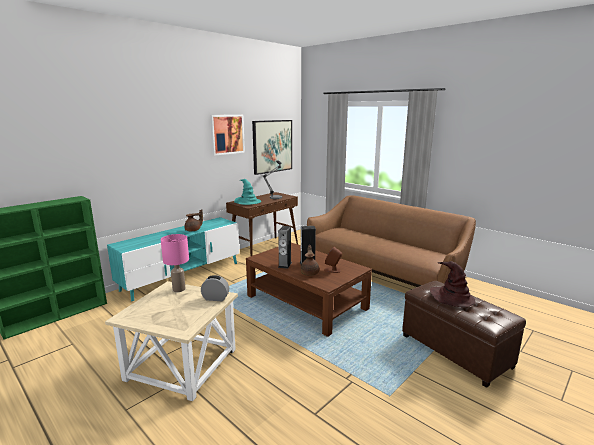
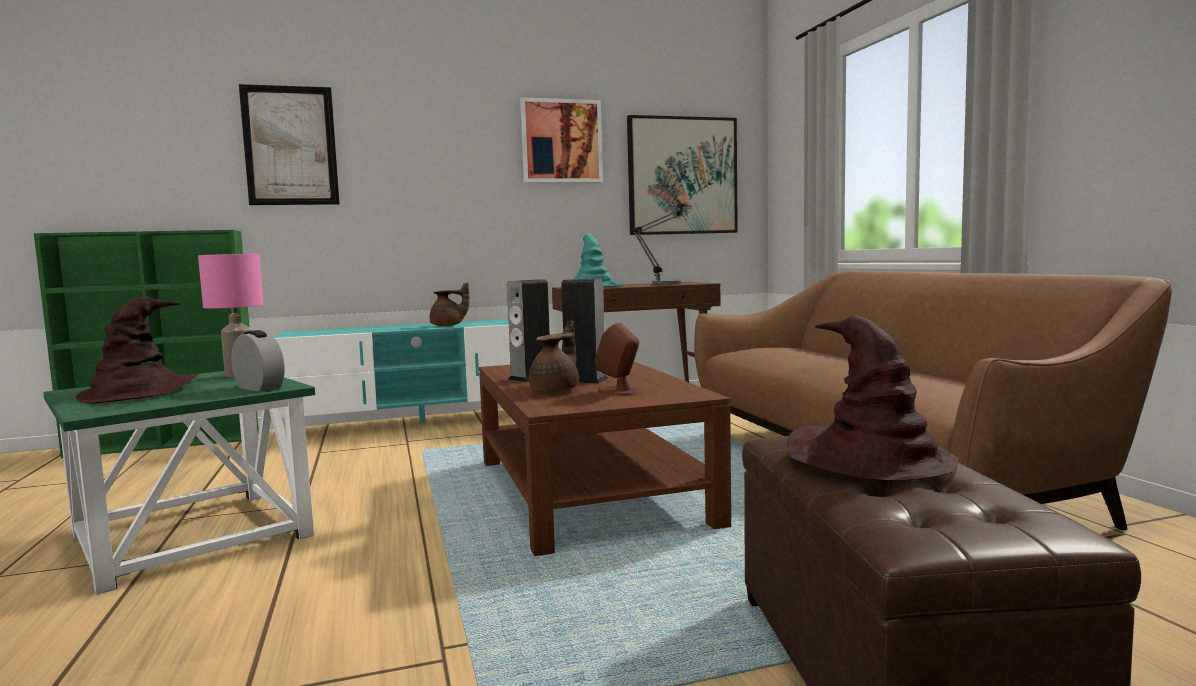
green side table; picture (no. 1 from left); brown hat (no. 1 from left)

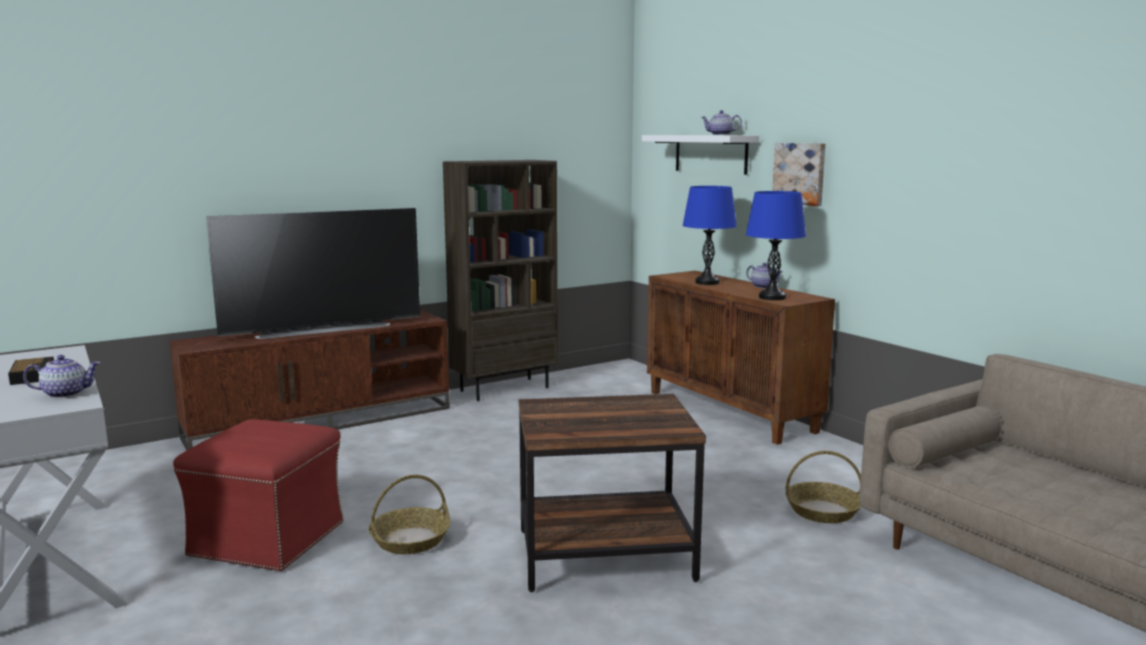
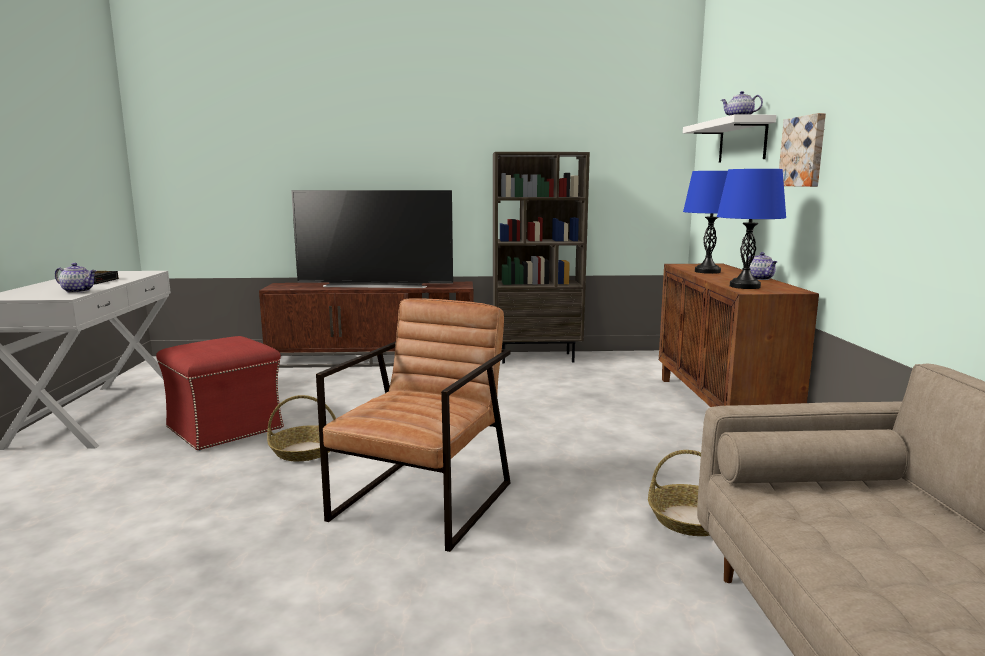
brown armchair

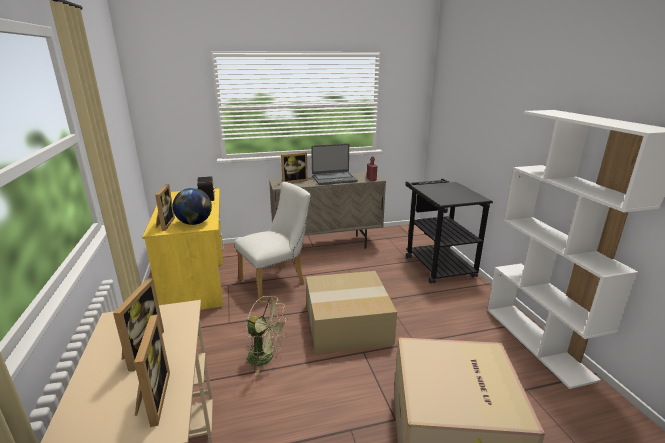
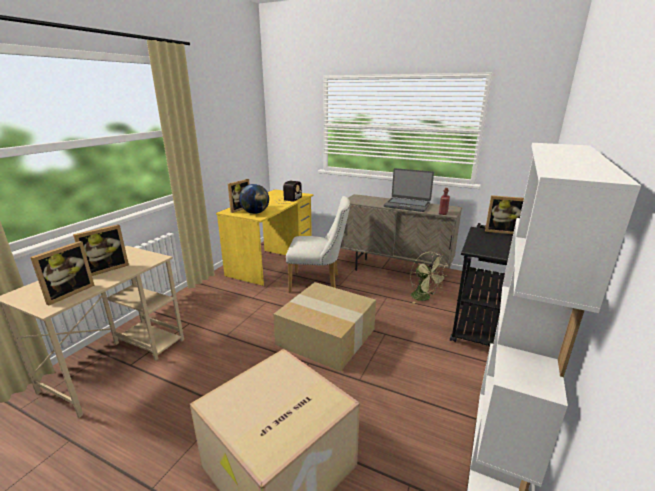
picture frame (no. 4 from left); green fan

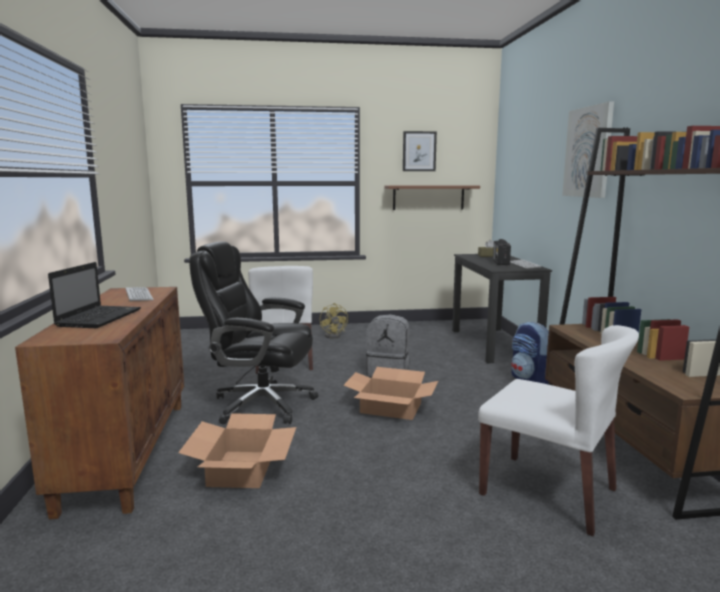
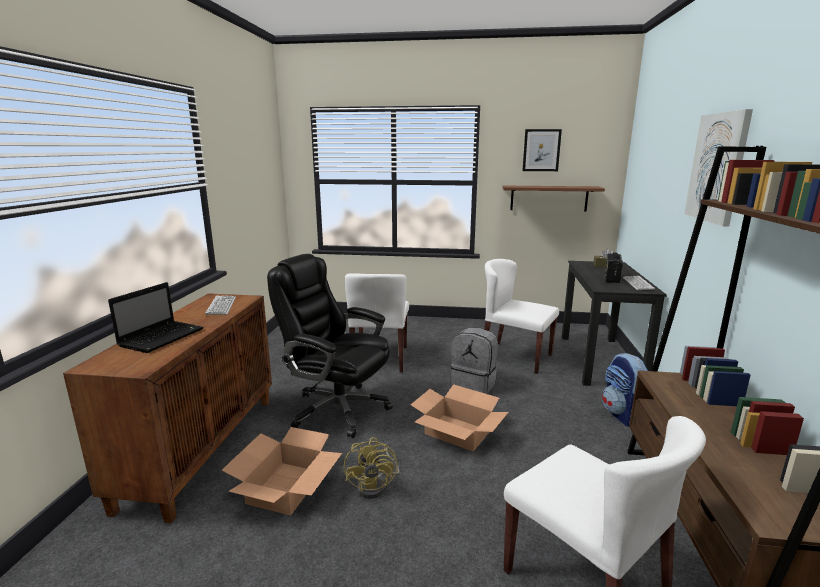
yellow fan; white chair (no. 2 from left)

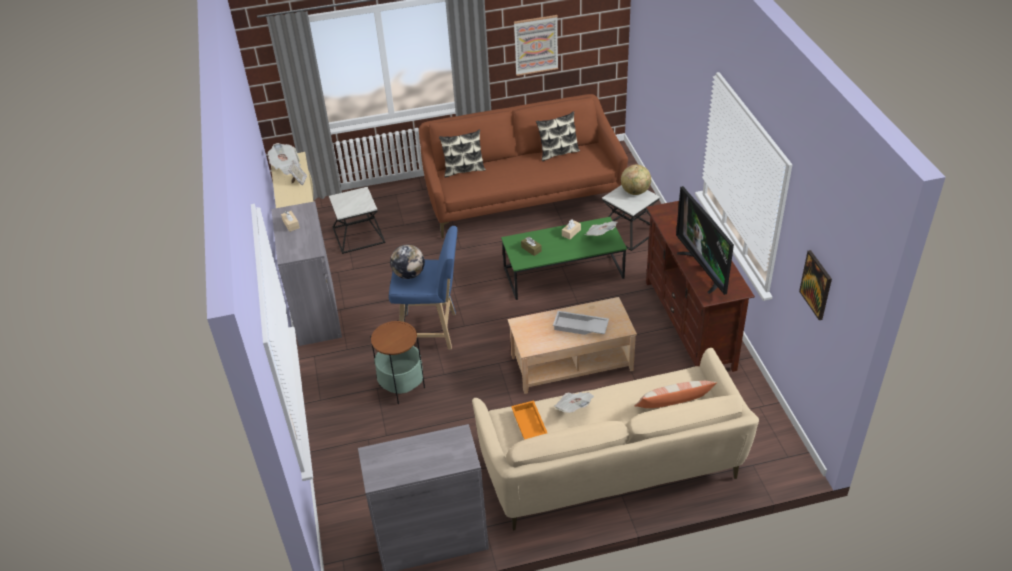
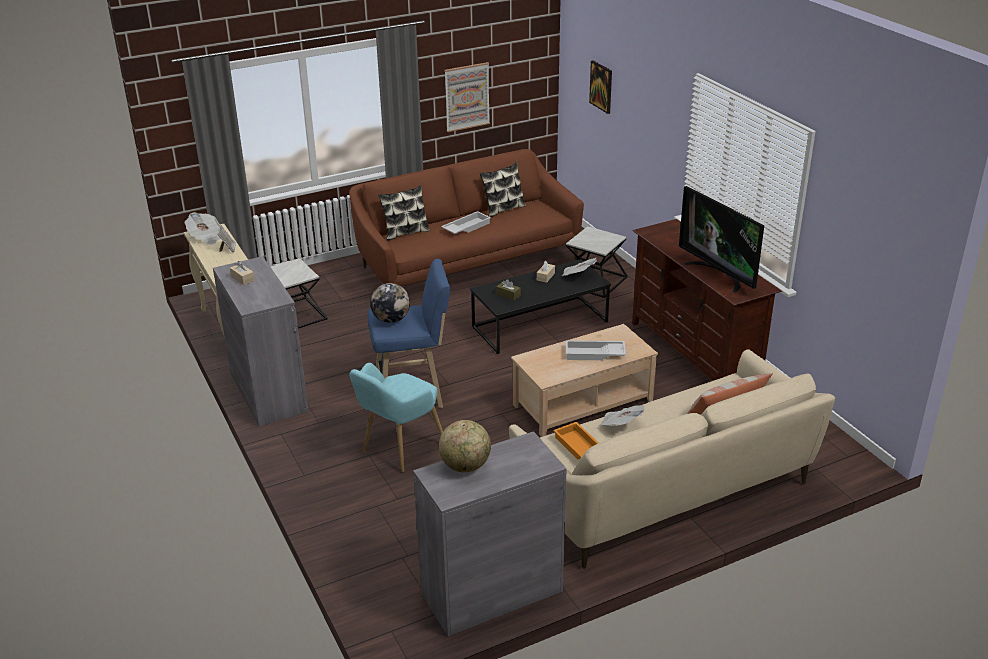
globe (no. 2 from left); black coffee table; picture (no. 2 from left); turquoise armchair; white tray (no. 1 from left)

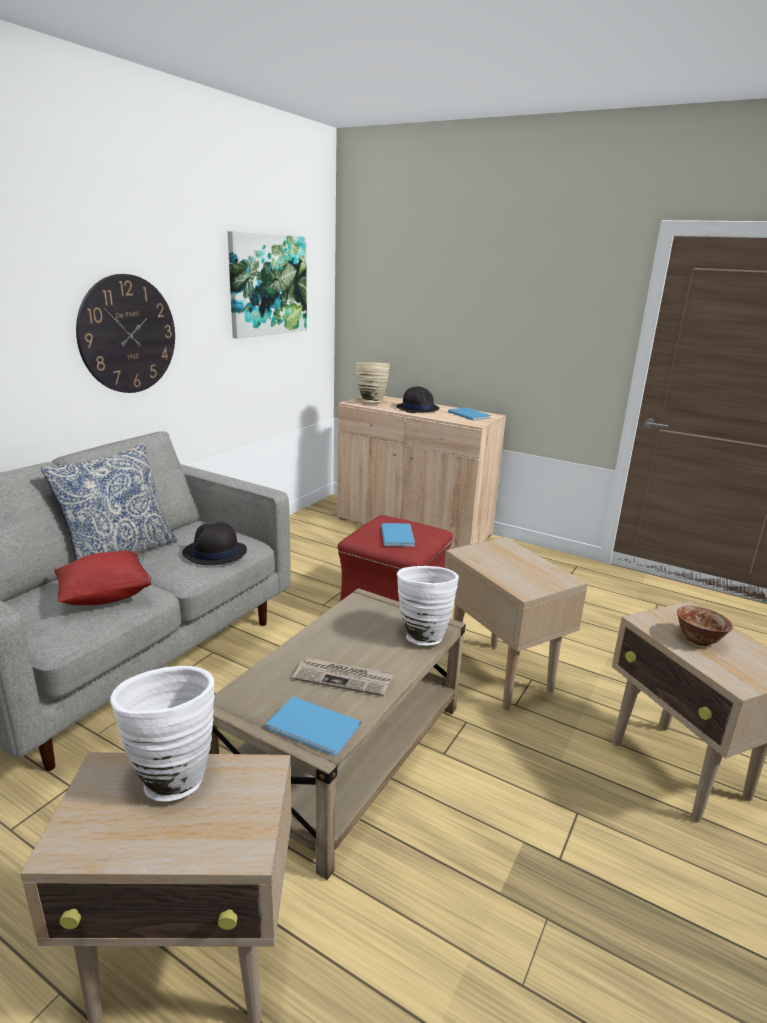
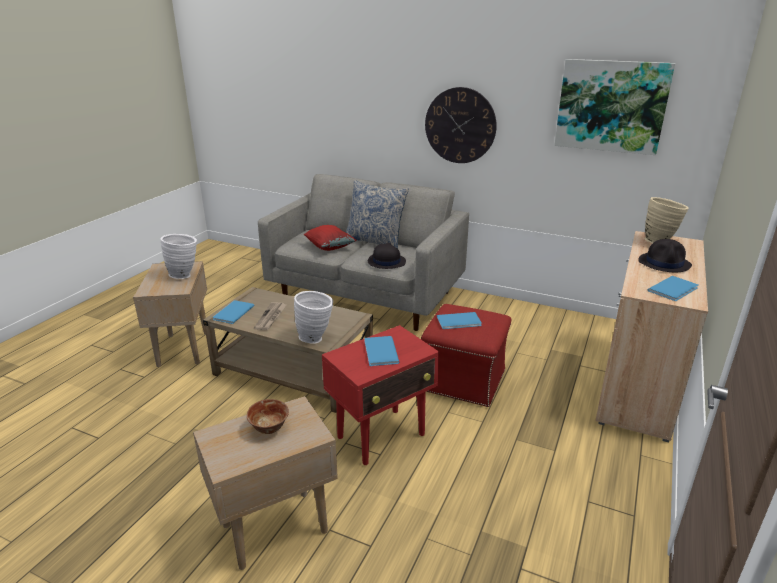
red side table; blue book (no. 2 from left)

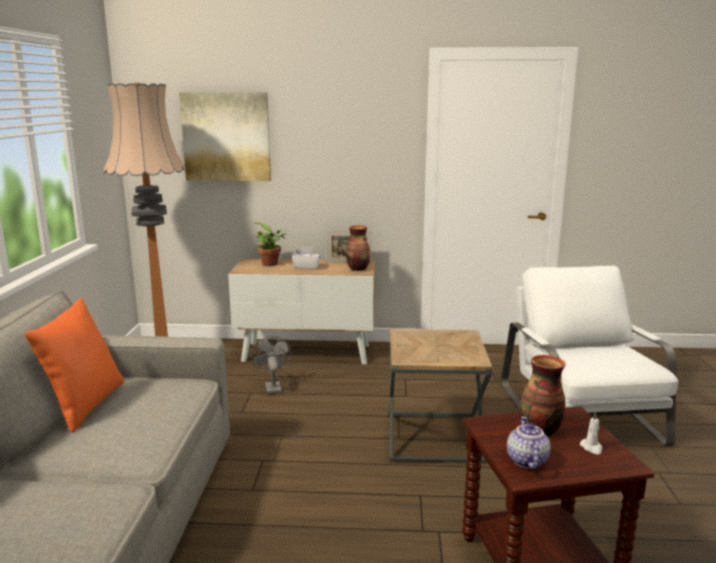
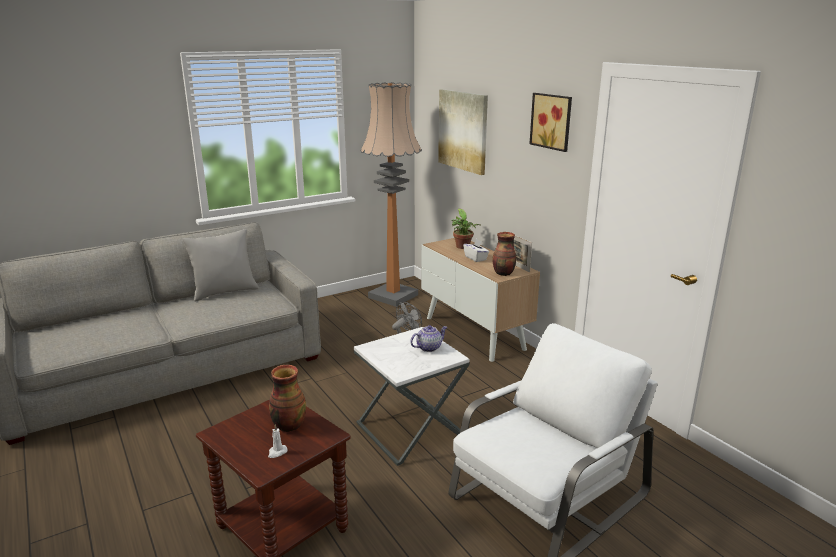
grey pillow; white side table; teapot; picture (no. 2 from left)

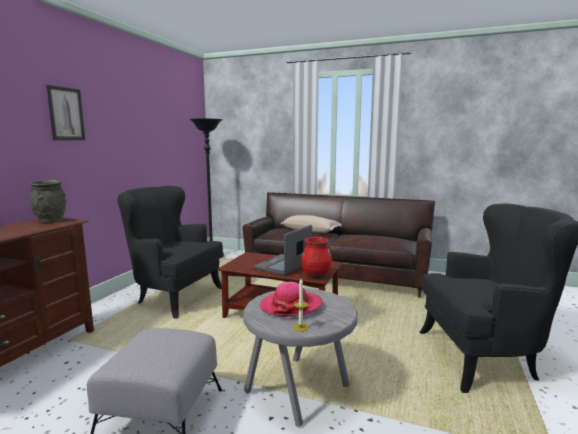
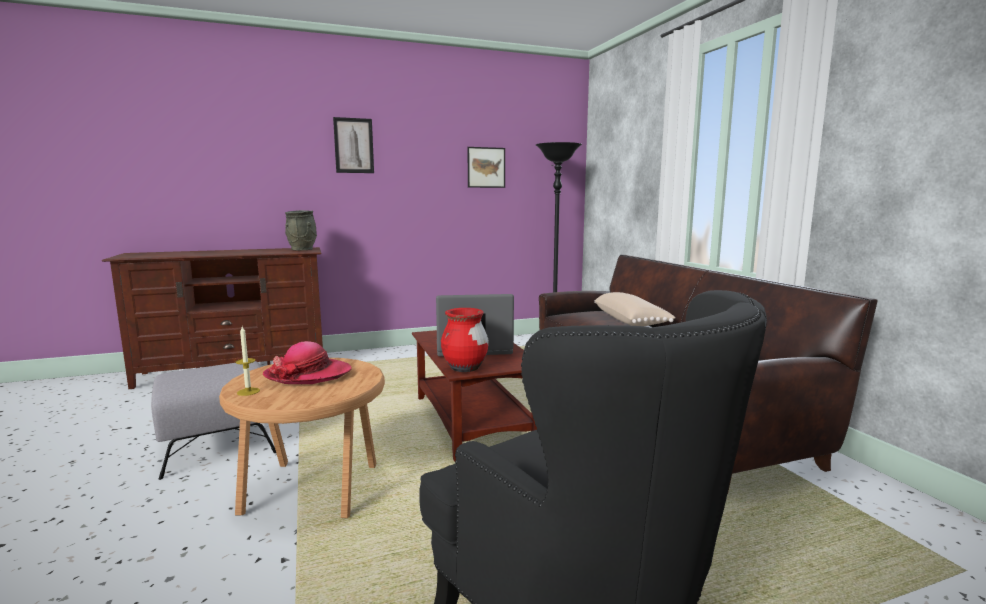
black armchair (no. 1 from left in the first image); brown side table; picture (no. 2 from left)

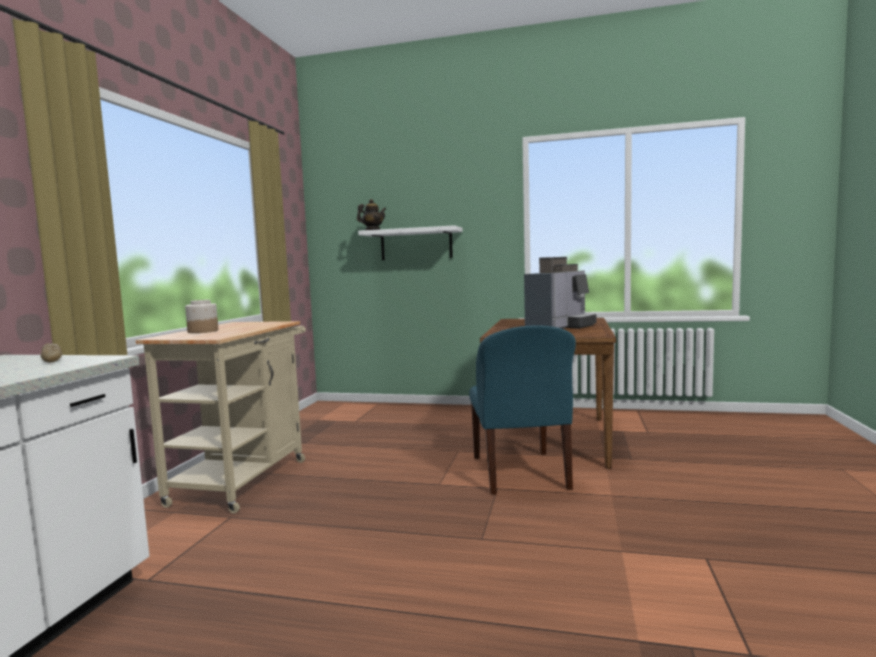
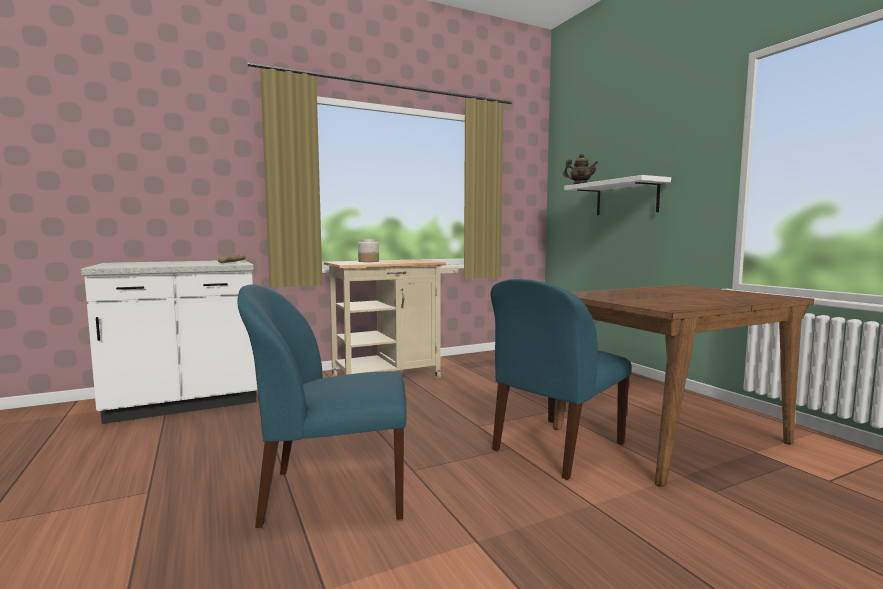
coffee machine; blue chair (no. 1 from left)

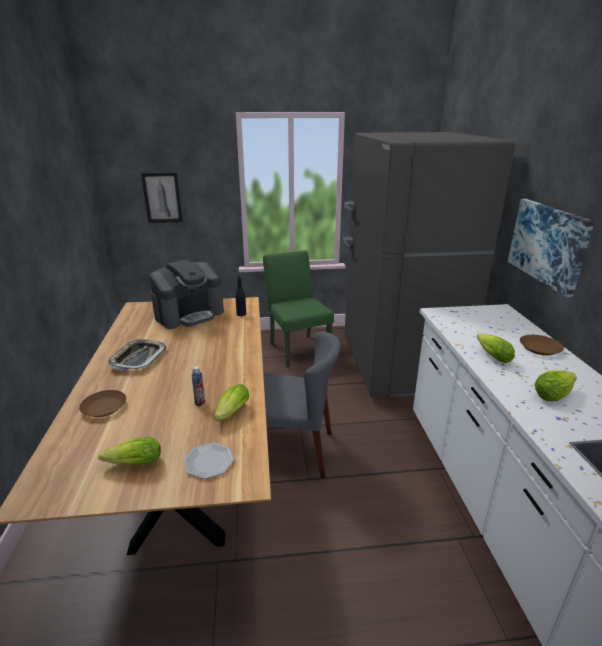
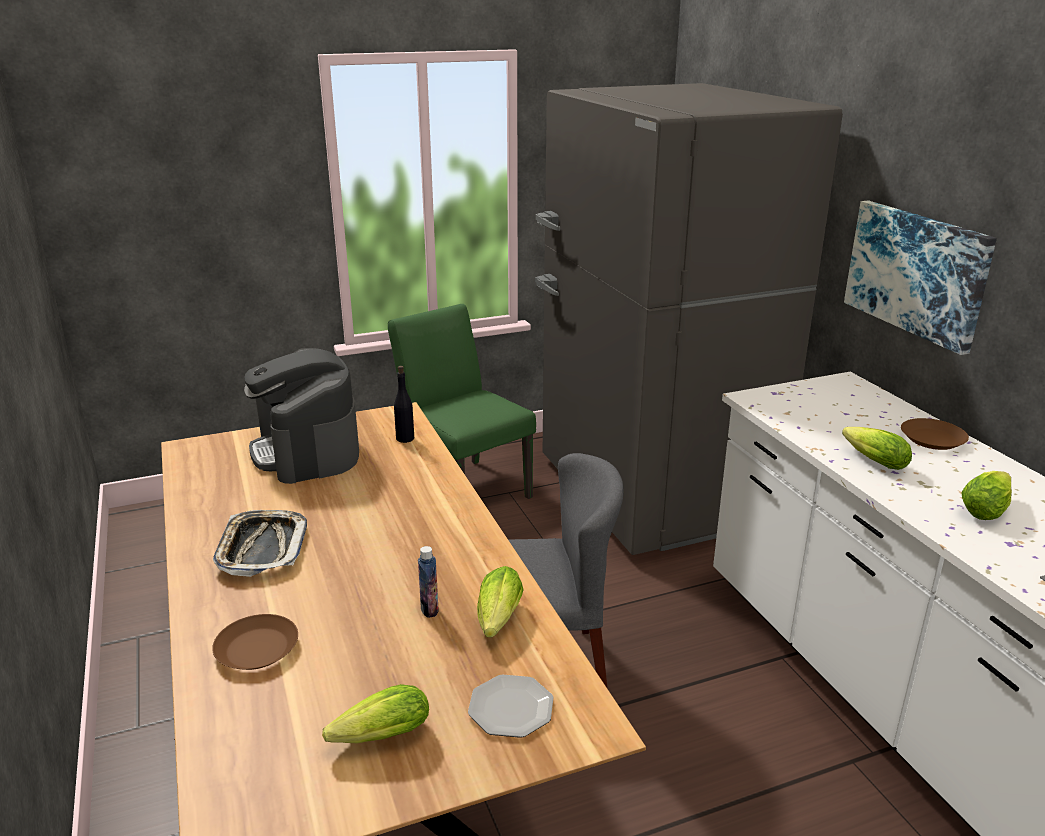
picture (no. 1 from left in the first image); coffee machine

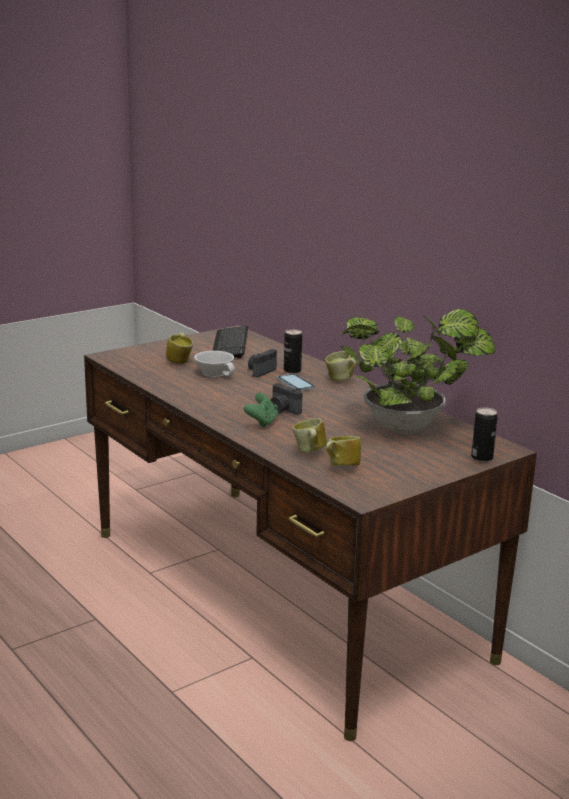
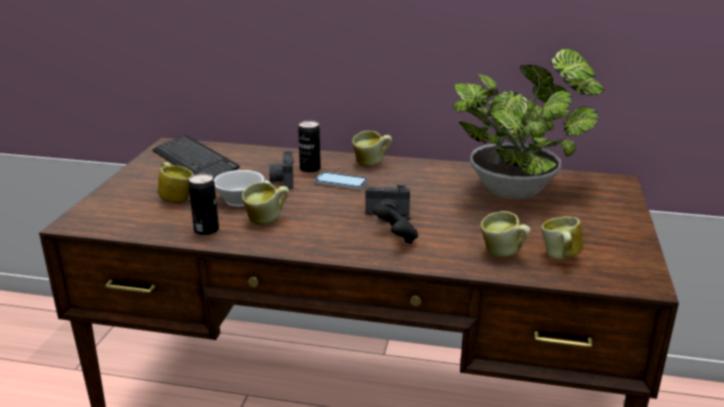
black game controller; can (no. 1 from left); mug (no. 2 from left)

